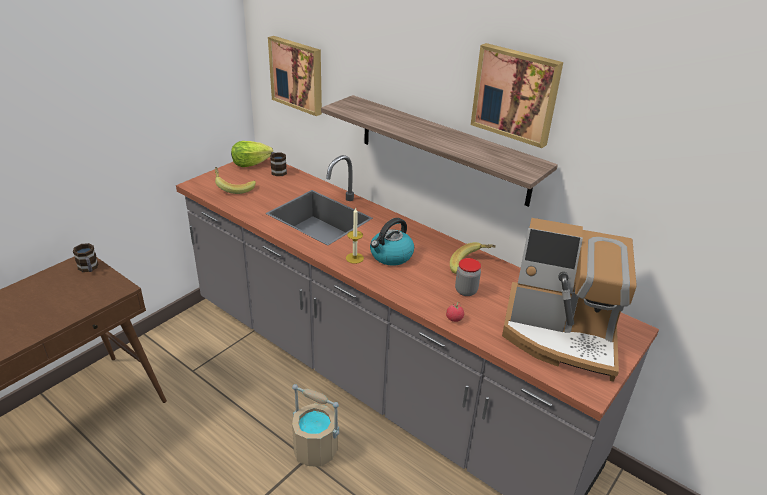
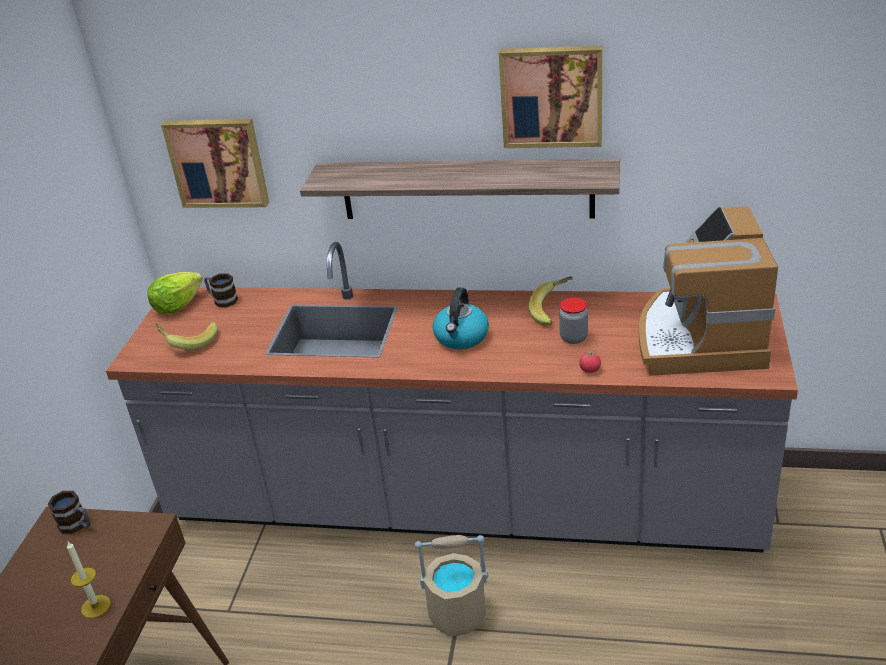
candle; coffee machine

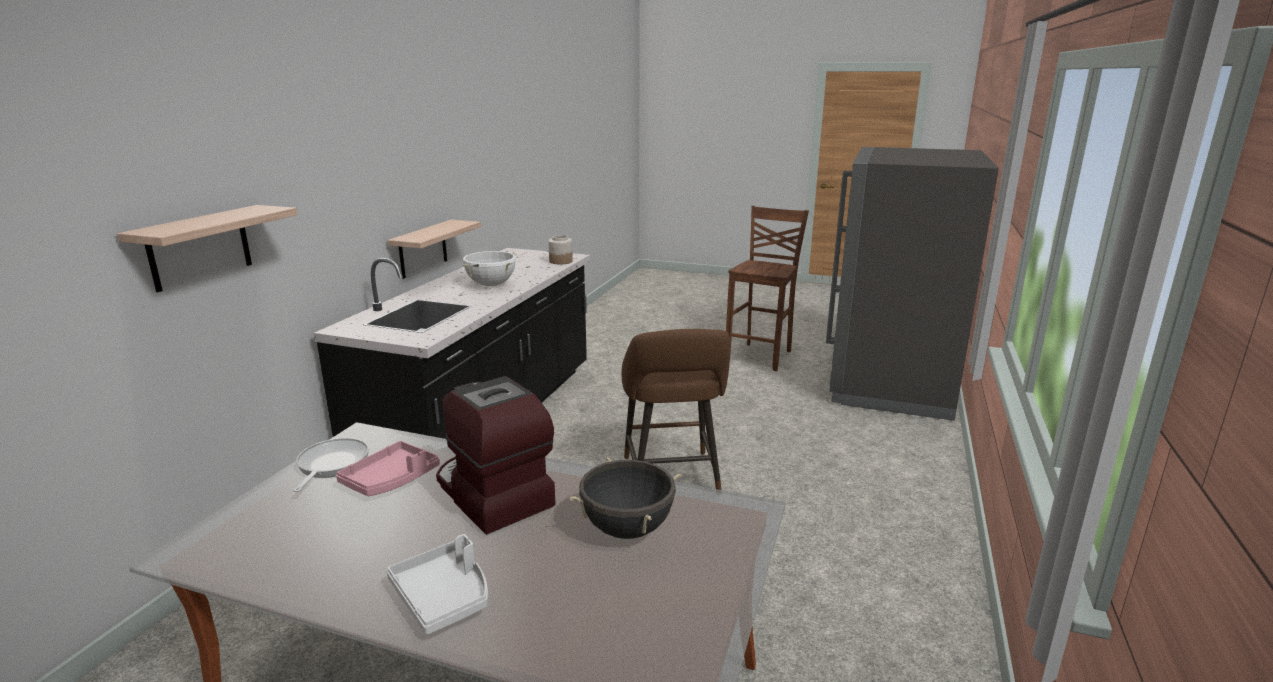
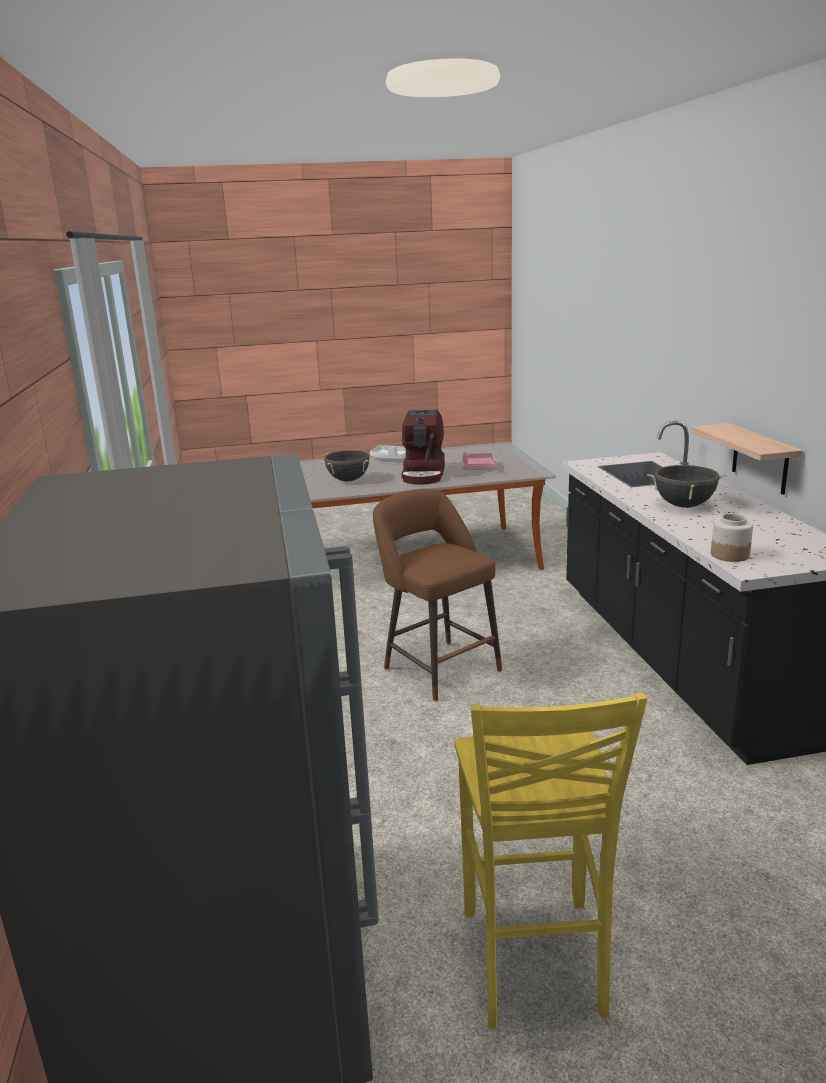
shelf (no. 1 from left in the first image); yellow stool; black cooking pot (no. 2 from left); coffee machine; frying pan

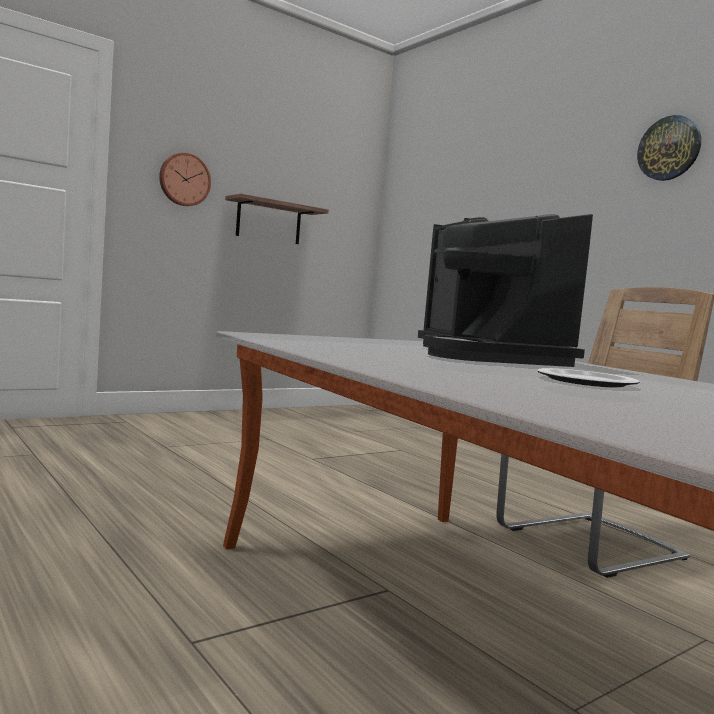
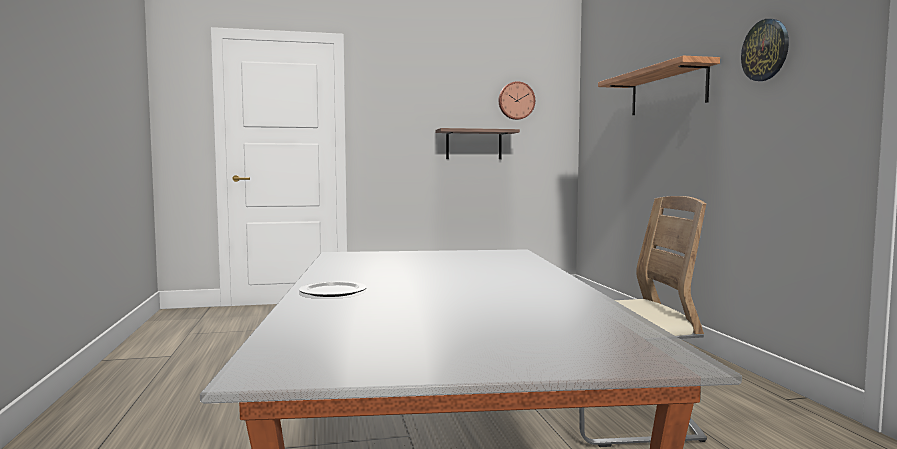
wall clock (no. 1 from left); coffee machine; plate; shelf (no. 2 from left)

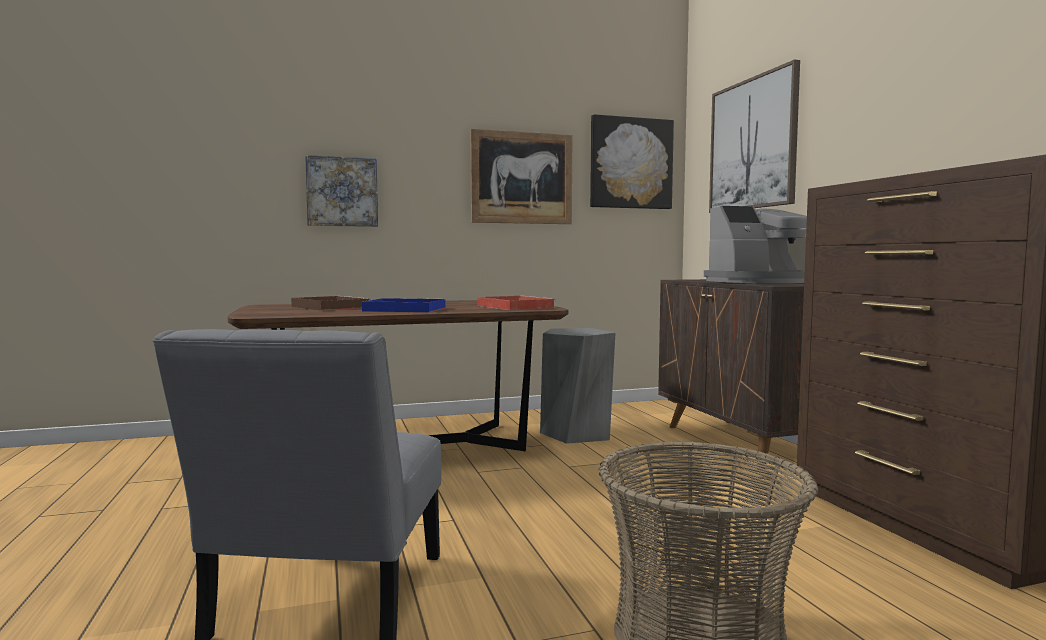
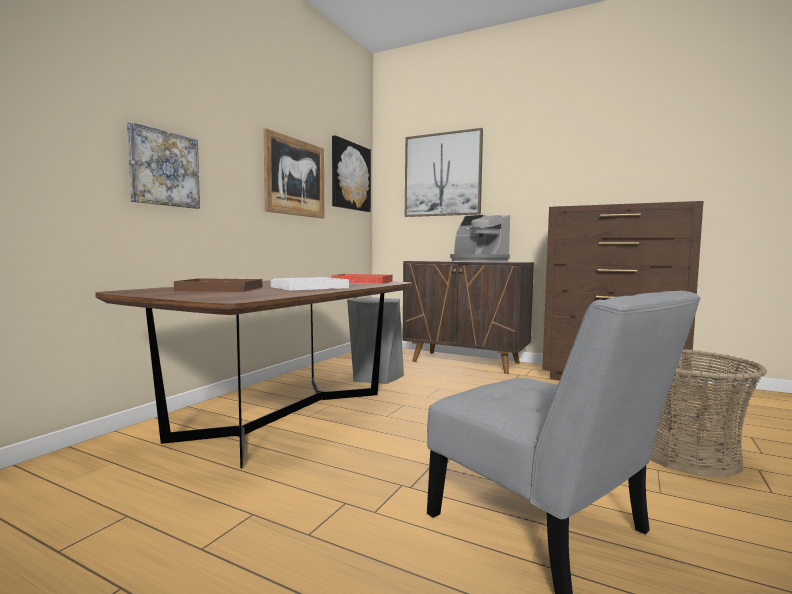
coffee machine; white tray

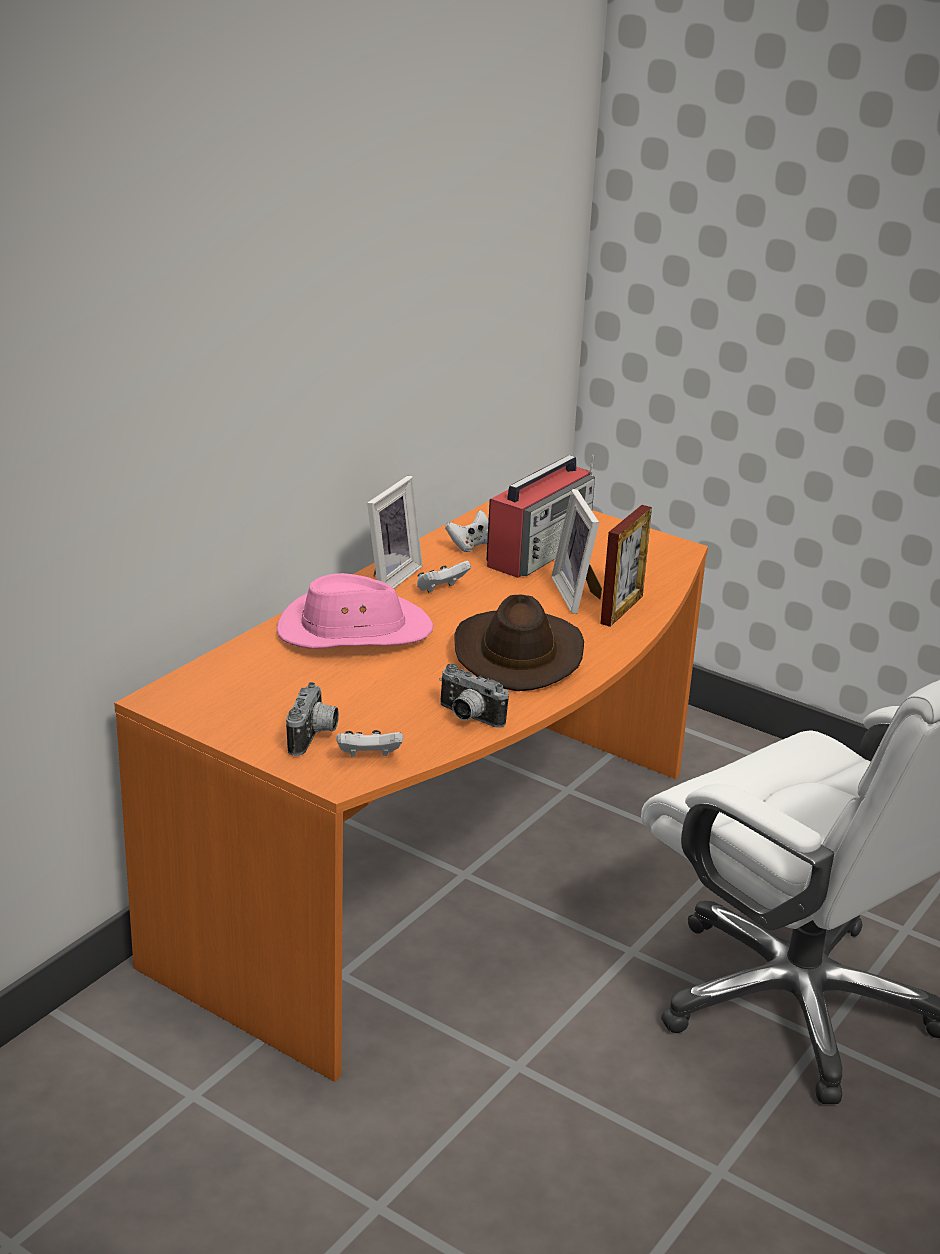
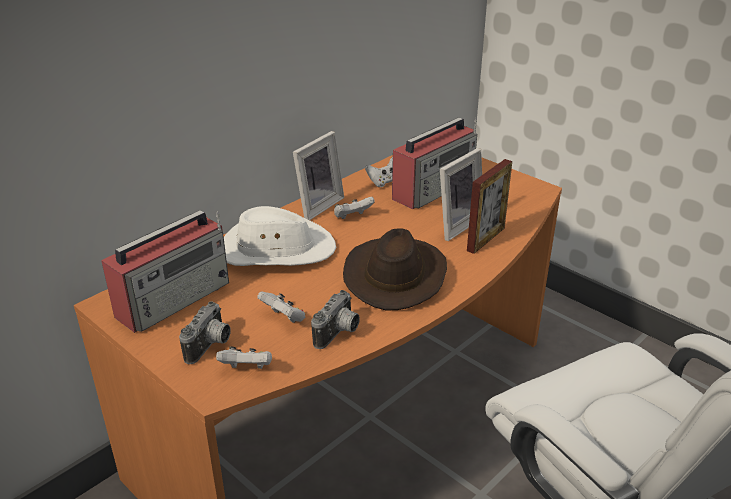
picture frame (no. 2 from left); white hat; photo camera (no. 2 from left); radio (no. 1 from left); white game controller (no. 2 from left)

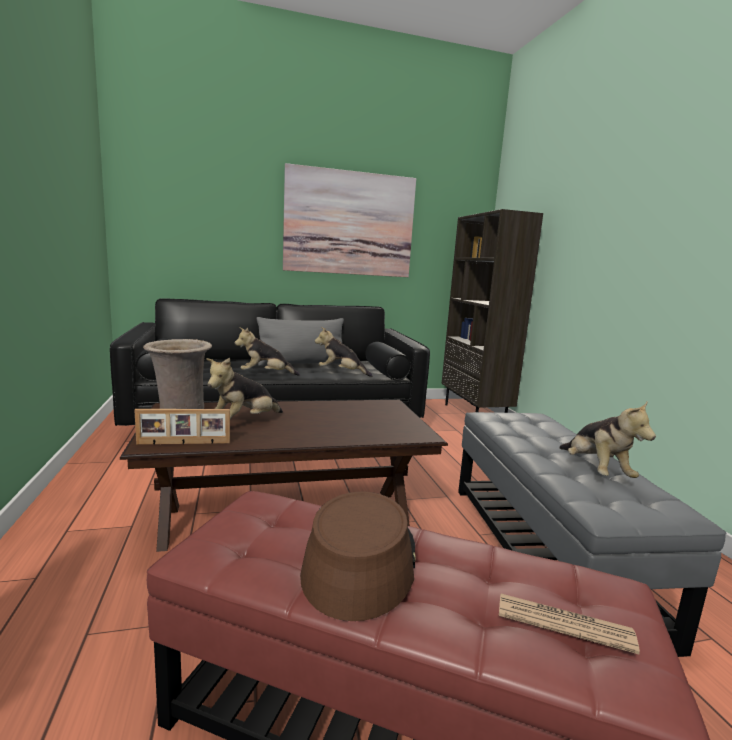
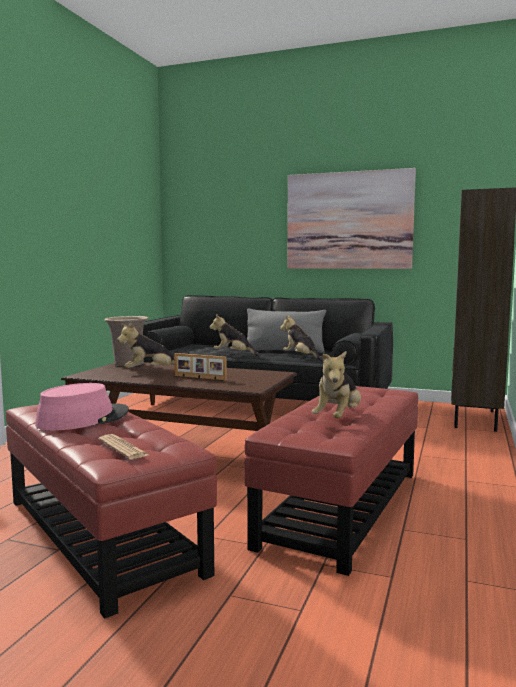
picture frame; red ottoman (no. 2 from left); pink hat

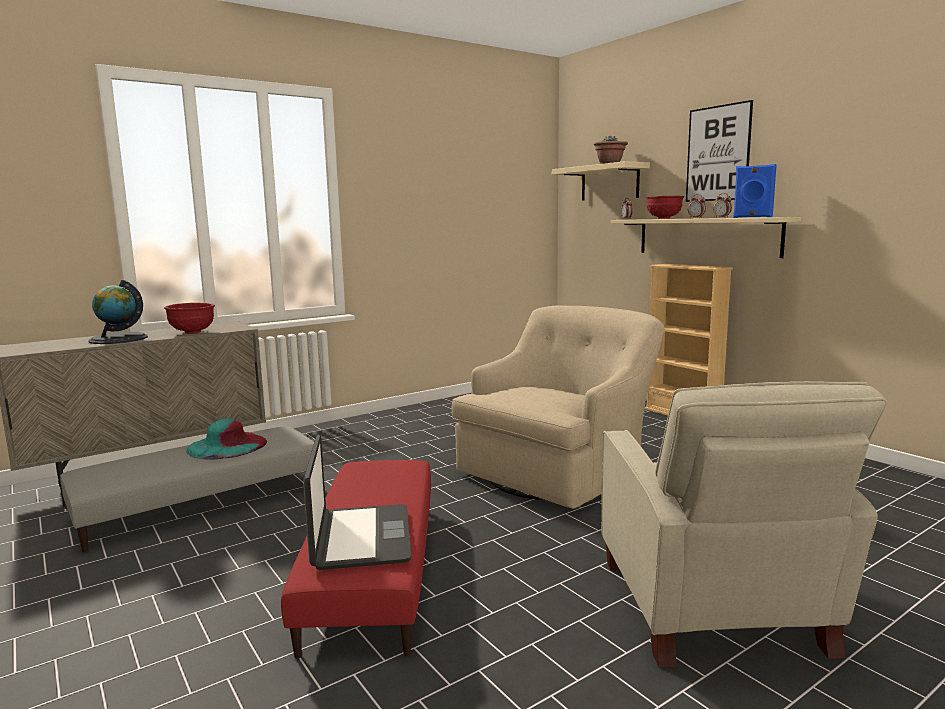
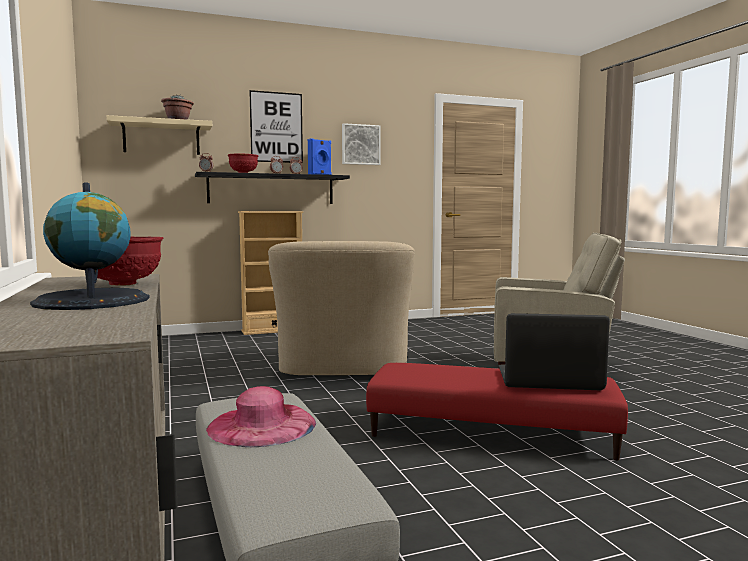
black shelf; beige armchair (no. 1 from left); pink hat; picture (no. 2 from left)

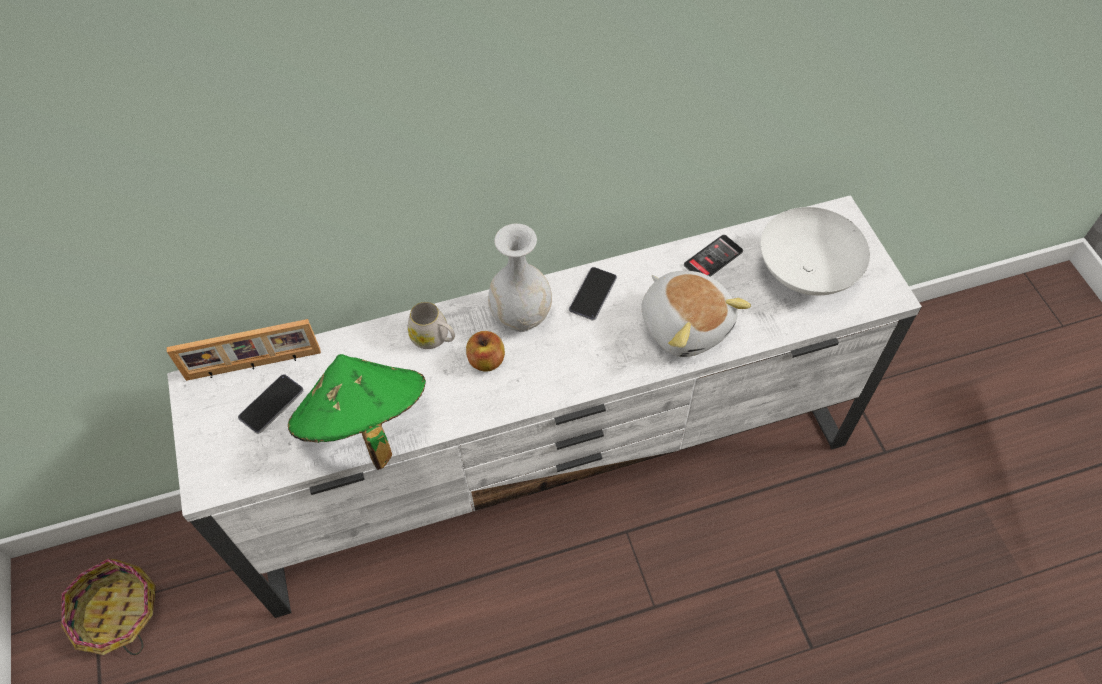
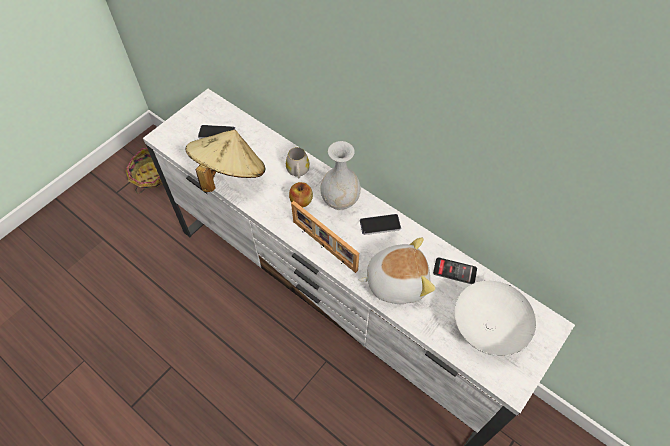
plush toy; picture frame; beige hat

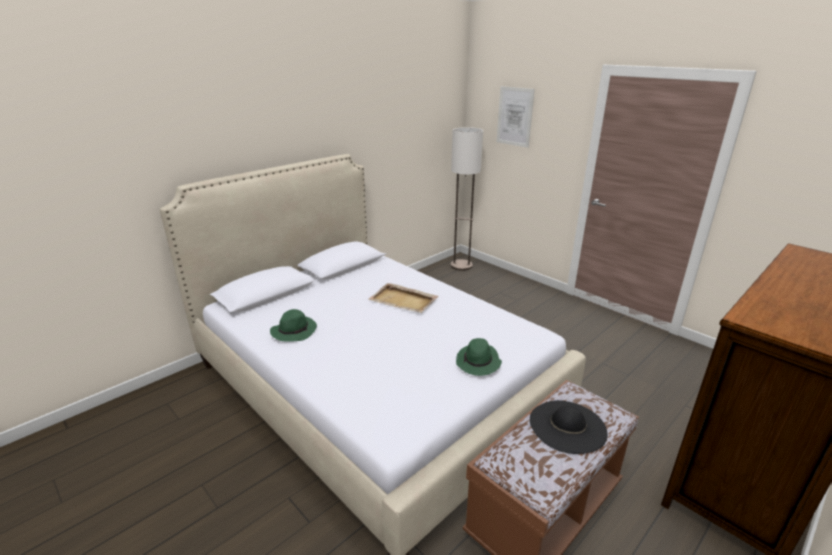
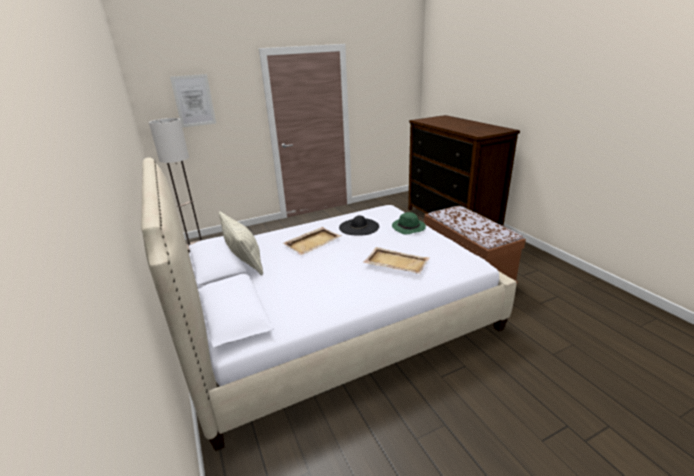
green hat (no. 1 from left in the first image); black hat; pillow; beige tray (no. 2 from left)

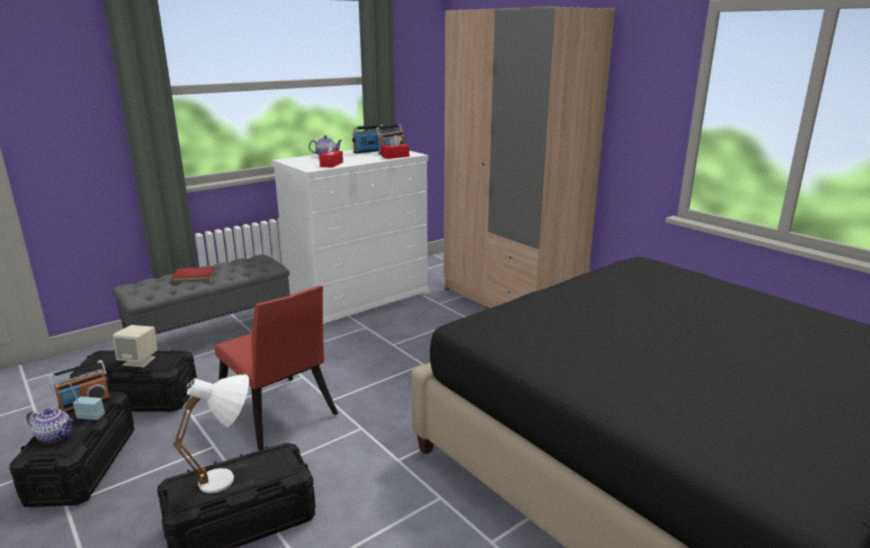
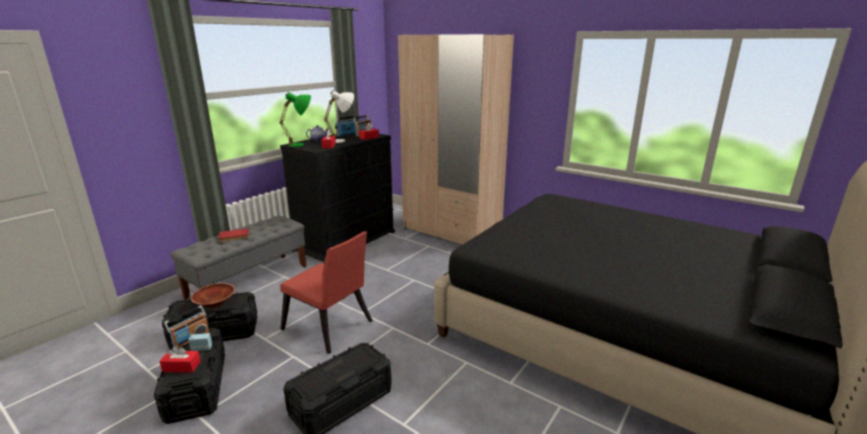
black dresser; brown bowl; white table lamp; red tissue box (no. 1 from left); green table lamp

